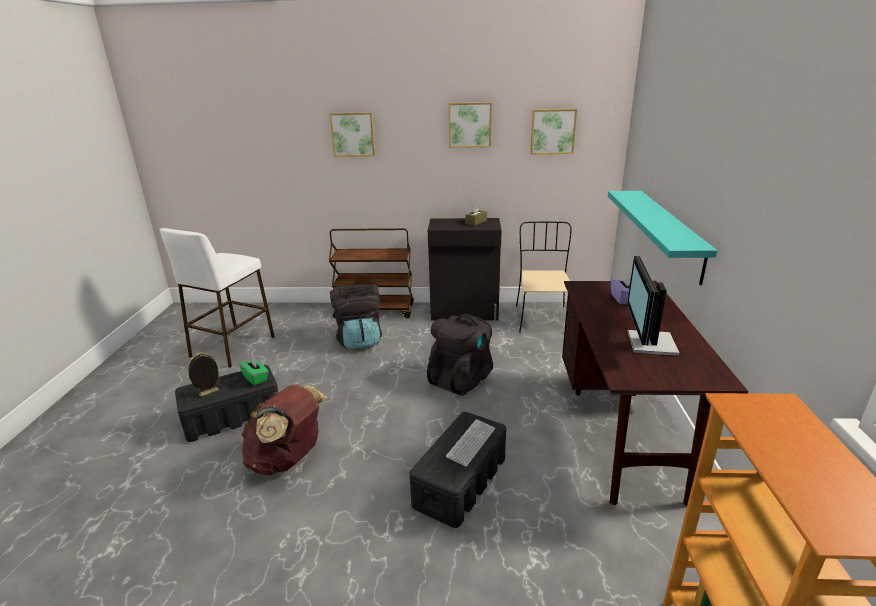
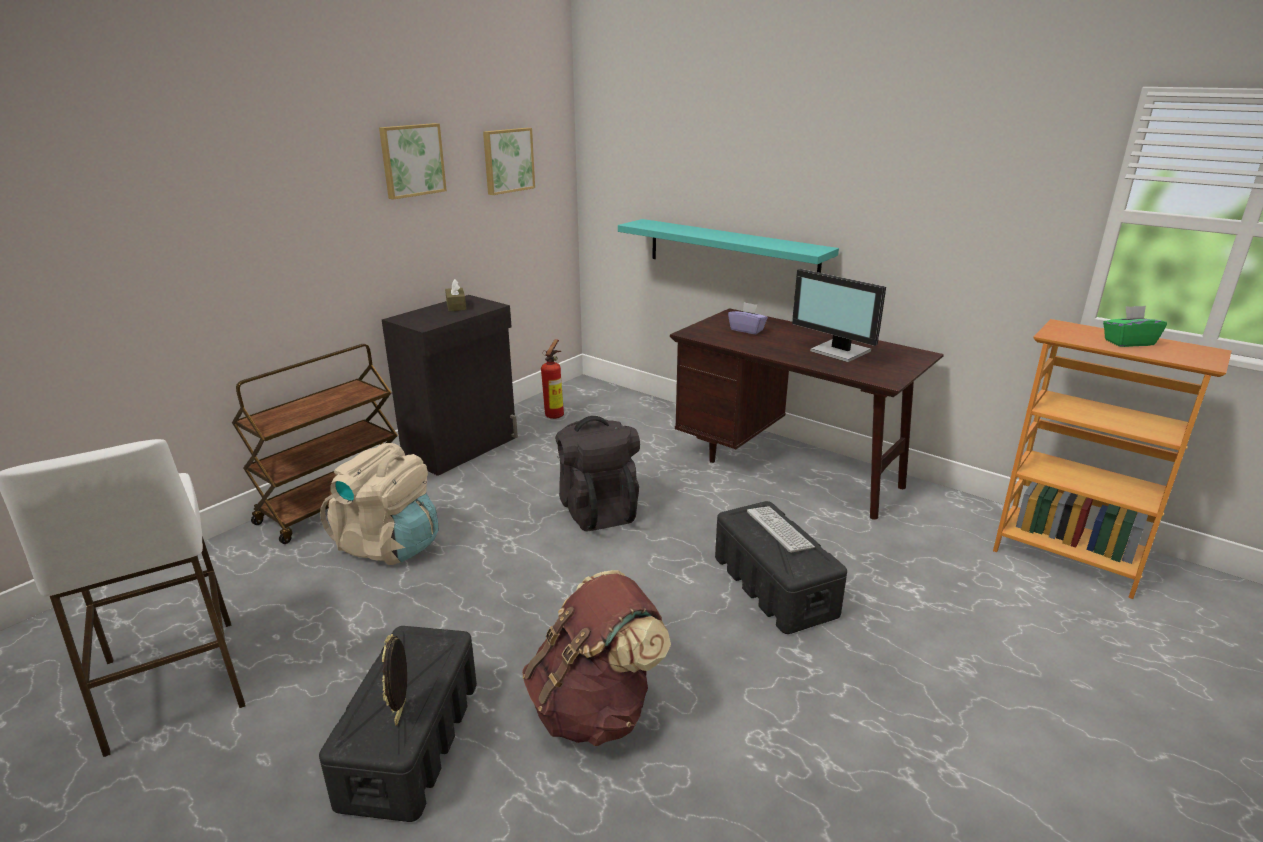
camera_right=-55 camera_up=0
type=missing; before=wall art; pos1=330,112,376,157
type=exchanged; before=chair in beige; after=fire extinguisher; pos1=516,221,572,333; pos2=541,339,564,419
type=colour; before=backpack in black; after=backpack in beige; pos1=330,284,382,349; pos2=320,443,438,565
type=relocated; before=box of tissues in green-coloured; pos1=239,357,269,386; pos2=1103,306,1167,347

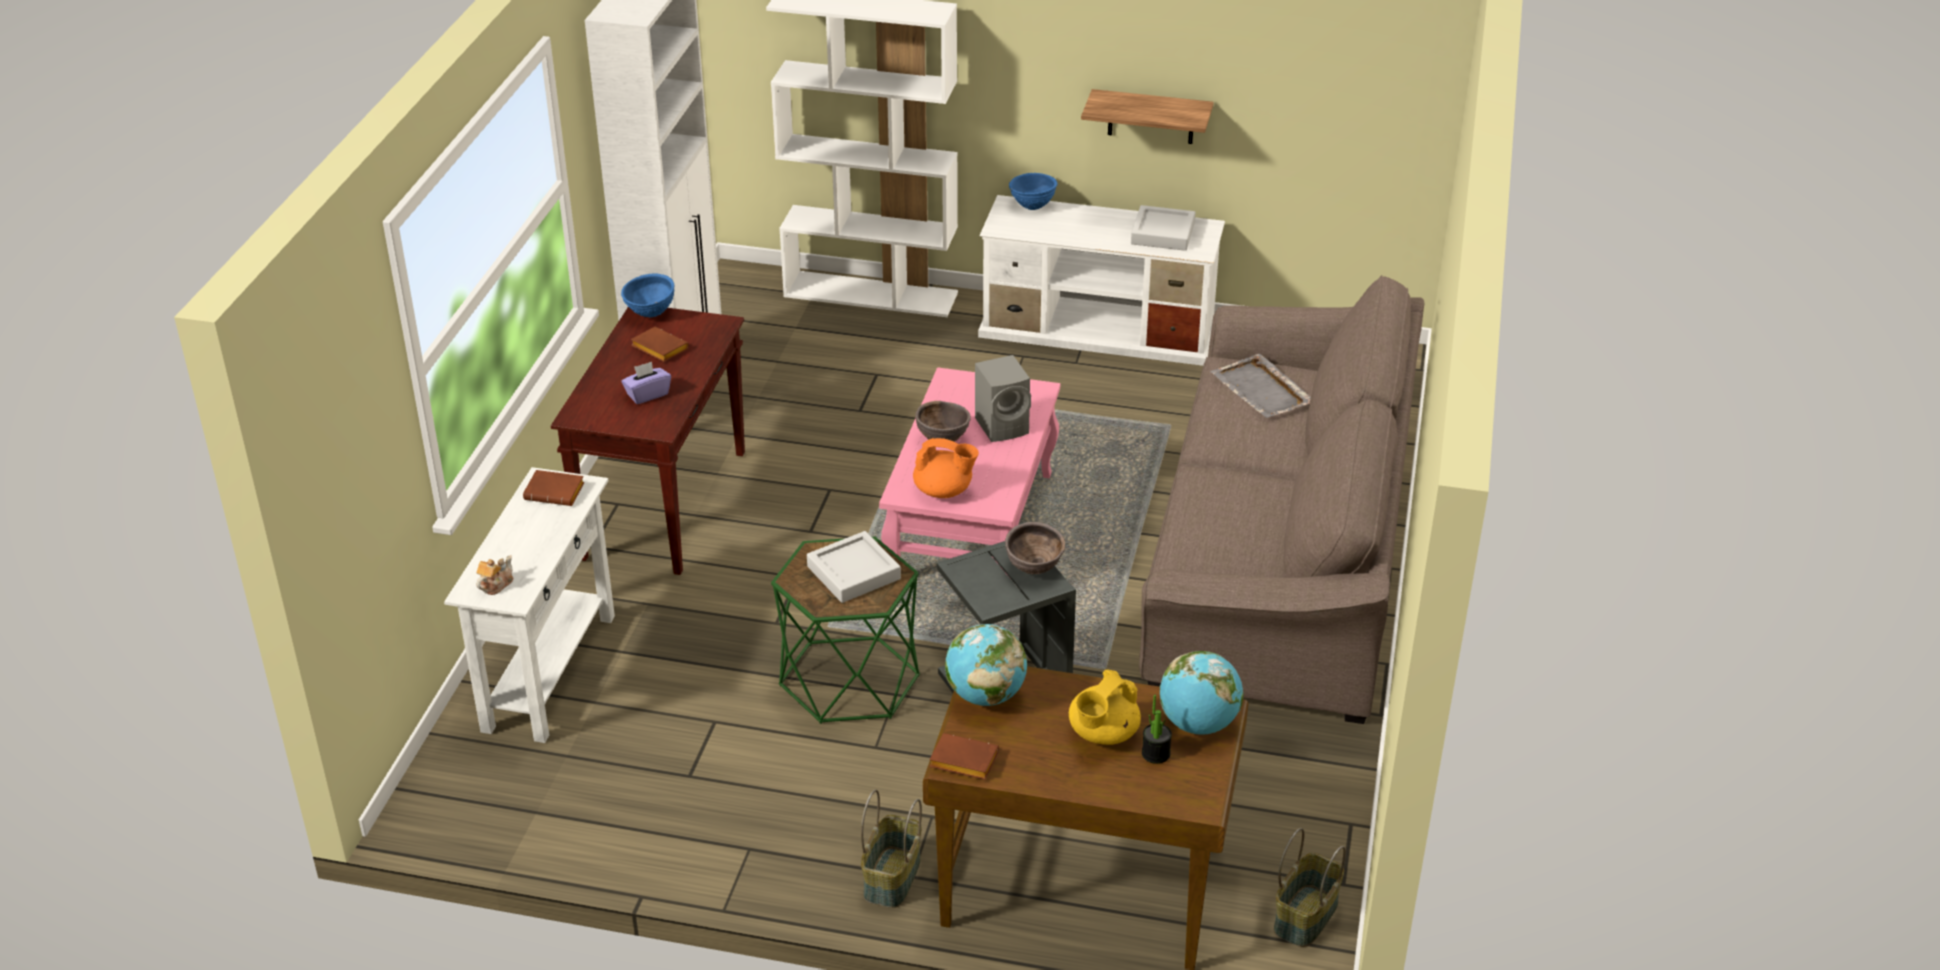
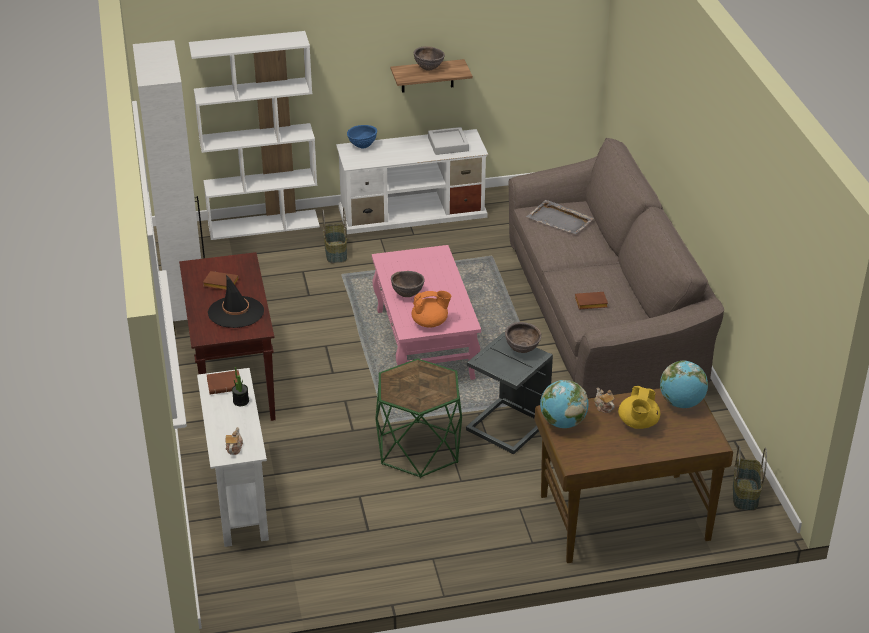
camera_right=-25 camera_up=0
type=missing; before=deep dish in bluish; pos1=621,274,675,318
type=missing; before=speaker in grey; pos1=975,355,1031,442
type=exchanged; before=box of tissues in purple; after=clothing hat in black; pos1=621,362,671,404; pos2=208,274,264,328
type=missing; before=tray in grey; pos1=807,531,901,603
type=relocated; before=potted plant; pos1=1142,695,1172,764; pos2=232,367,249,406
type=relocated; before=bound book in brown-coloured; pos1=930,733,999,780; pos2=575,292,608,309
type=relocated; before=household basket; pos1=861,789,922,908; pos2=322,207,347,263
type=appeared; after=deep dish in brown-coloured; pos2=414,46,445,71
type=appeared; after=teapot; pos2=595,388,615,413

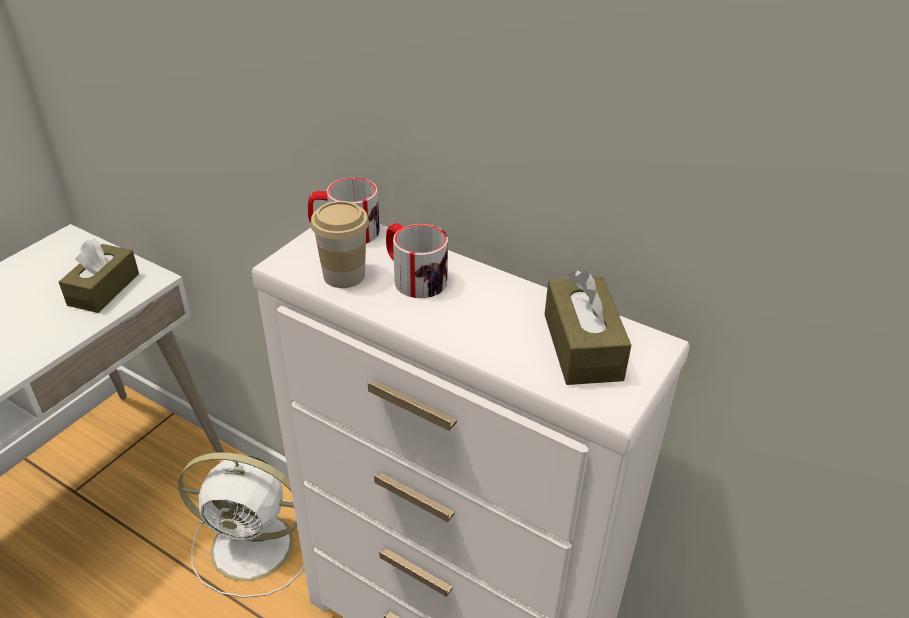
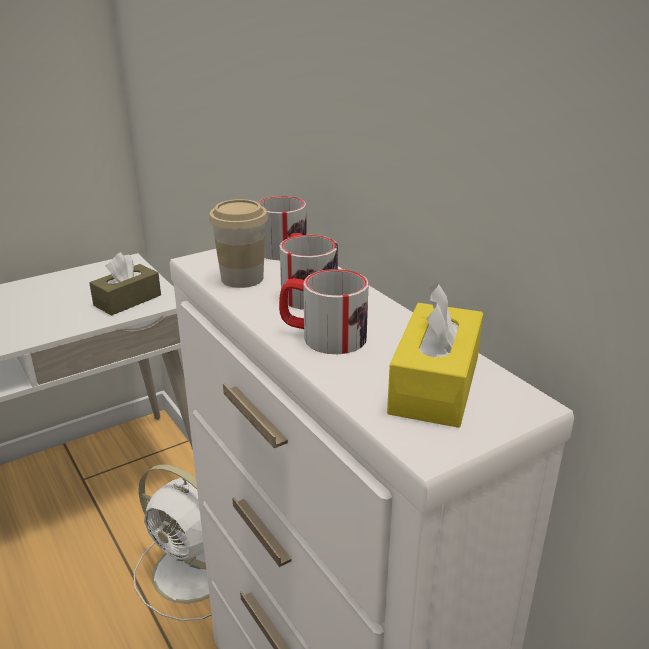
camera_right=25 camera_up=-10
type=colour; before=box of tissues in brown-coloured; after=box of tissues in yellowish; pos1=545,270,631,385; pos2=387,283,483,428
type=appeared; after=mug; pos2=279,269,369,354

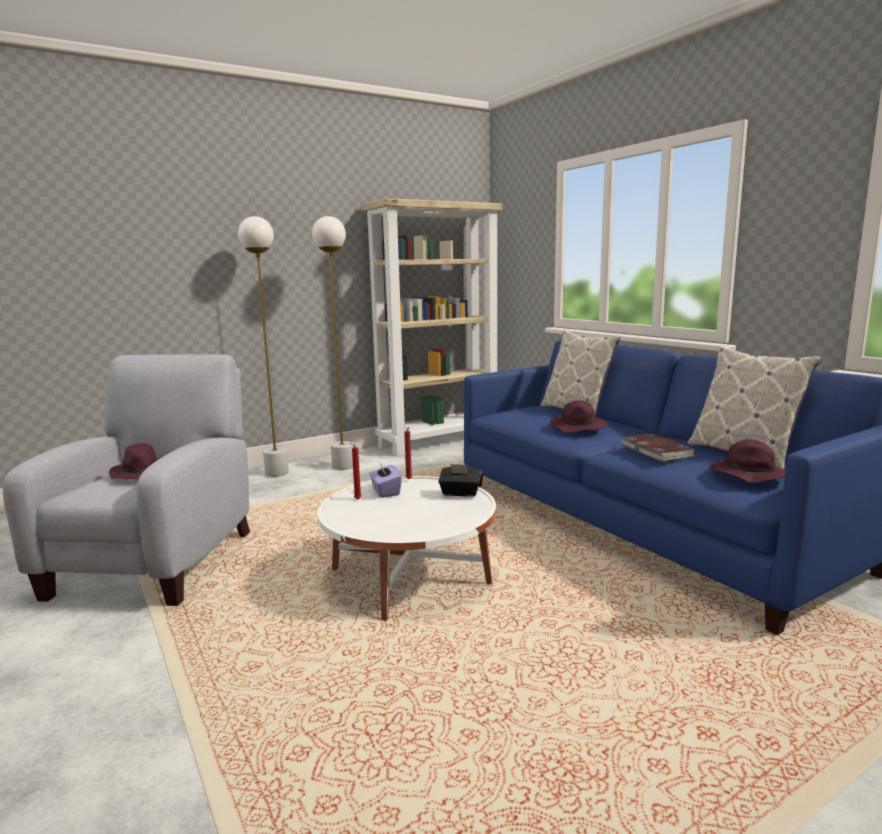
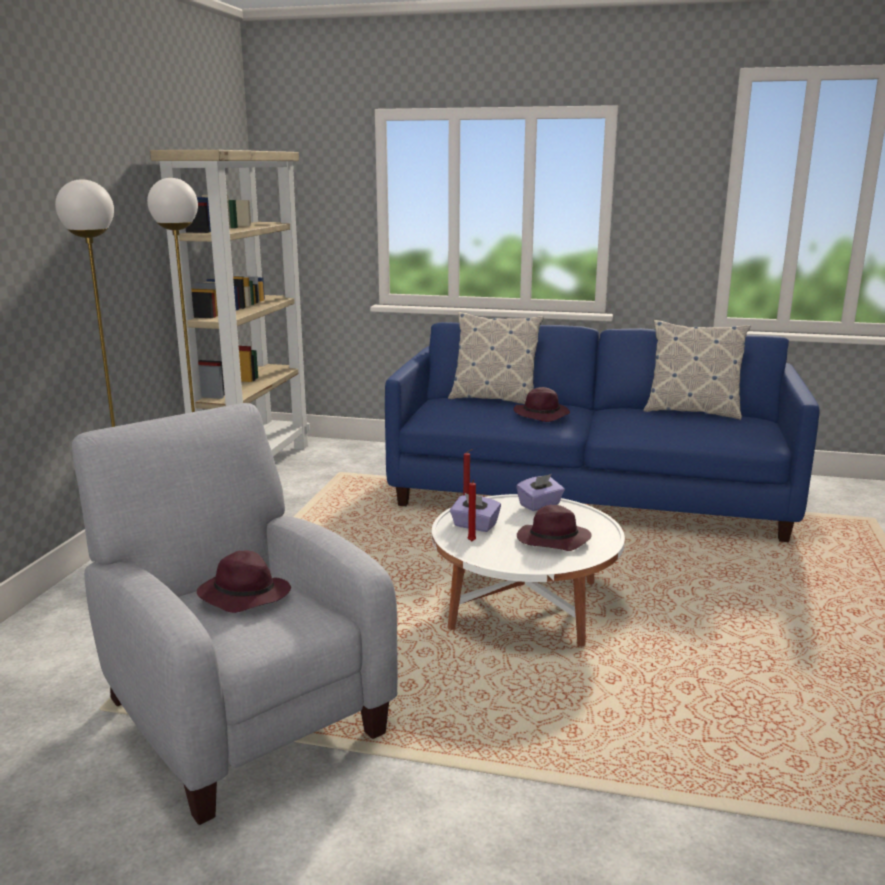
camera_right=-45 camera_up=5
type=missing; before=bound book; pos1=621,433,696,462
type=relocated; before=clothing hat in purple; pos1=709,439,786,483; pos2=517,505,592,551
type=colour; before=box of tissues in black; after=box of tissues in purple; pos1=438,464,482,497; pos2=516,474,565,511

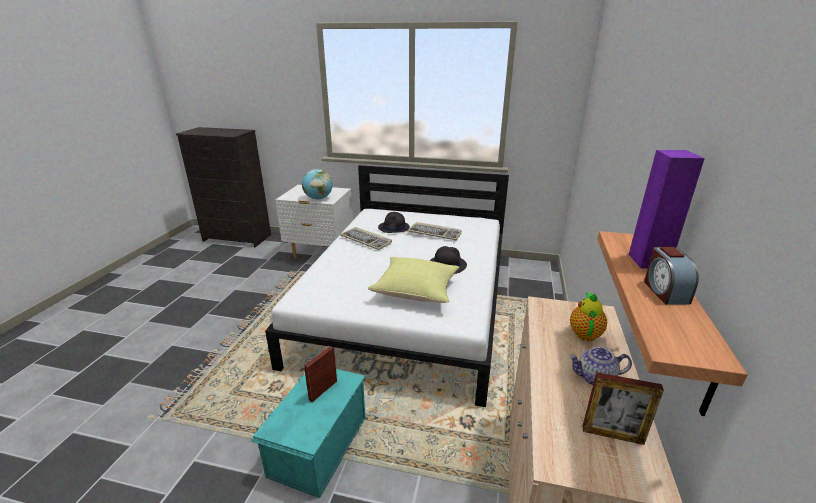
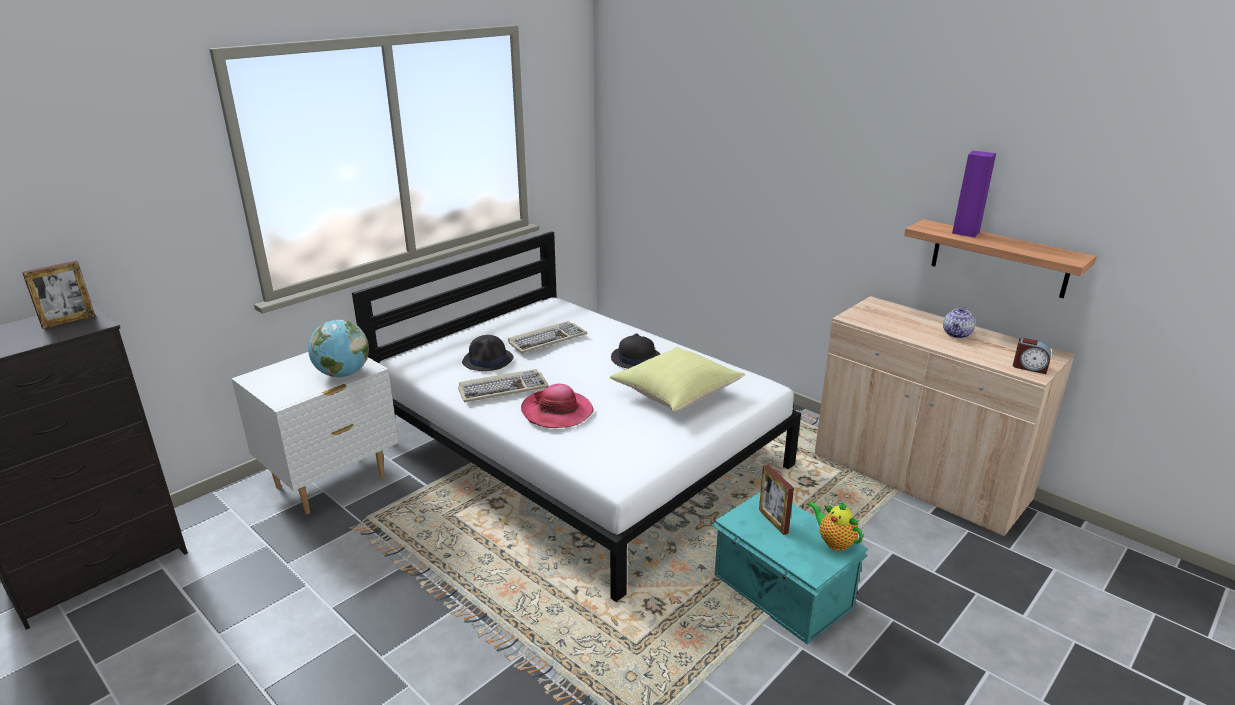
camera_right=-60 camera_up=0
type=relocated; before=bedside clock; pos1=644,247,699,304; pos2=1013,338,1051,374
type=relocated; before=teapot; pos1=570,292,607,341; pos2=807,501,863,551
type=relocated; before=photo frame; pos1=583,372,664,445; pos2=22,261,95,329
type=appeared; after=clothing hat; pos2=521,384,594,428

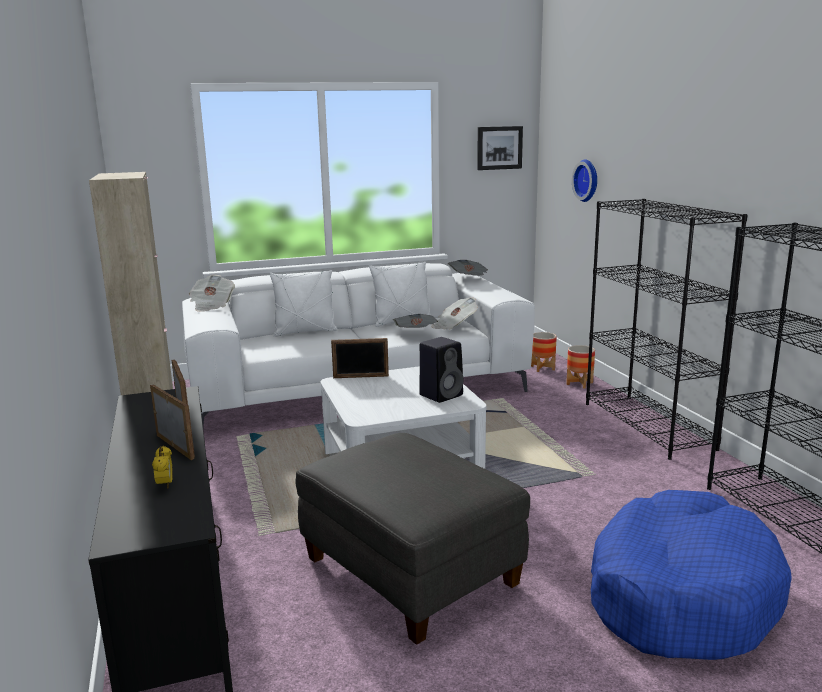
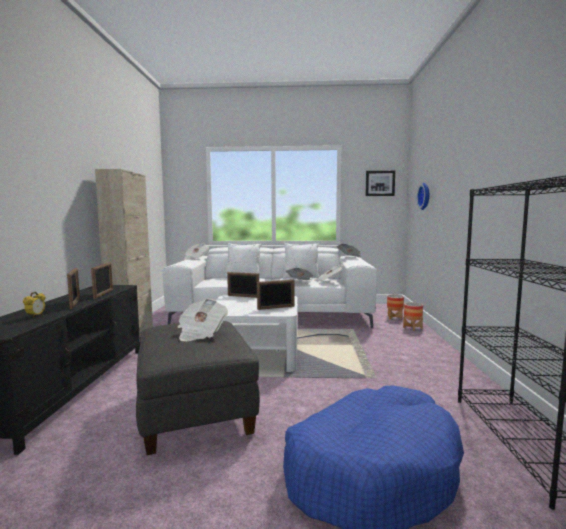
camera_right=20 camera_up=-10
type=missing; before=bookcase in black; pos1=586,199,747,460
type=exchanged; before=speaker in black; after=photo frame; pos1=419,337,464,403; pos2=257,280,294,310
type=appeared; after=printed paper; pos2=178,299,228,341

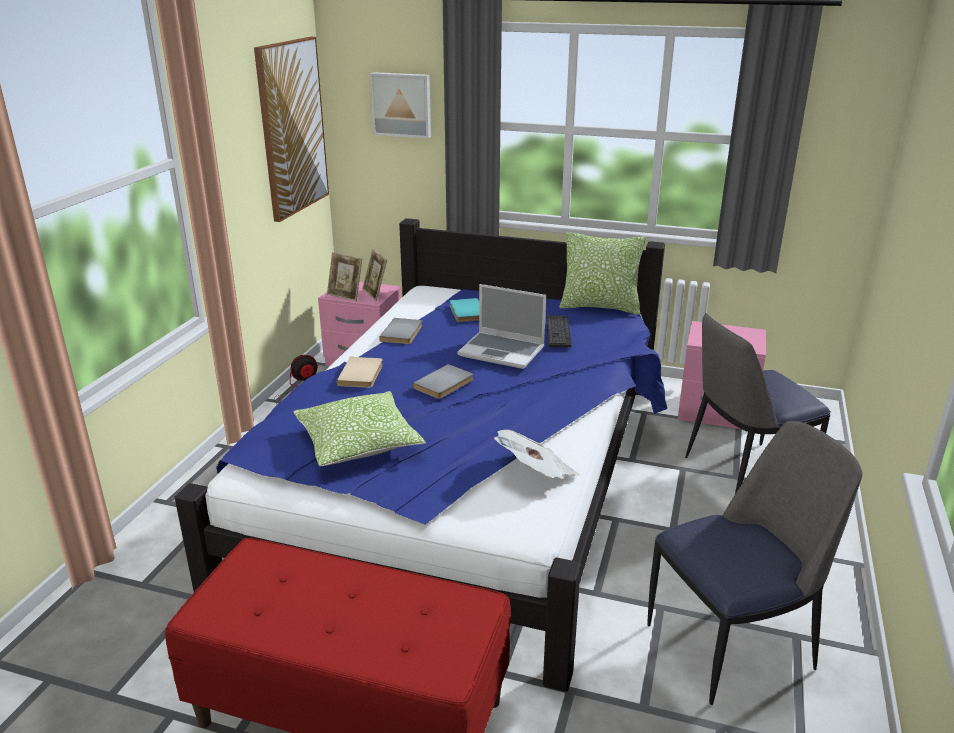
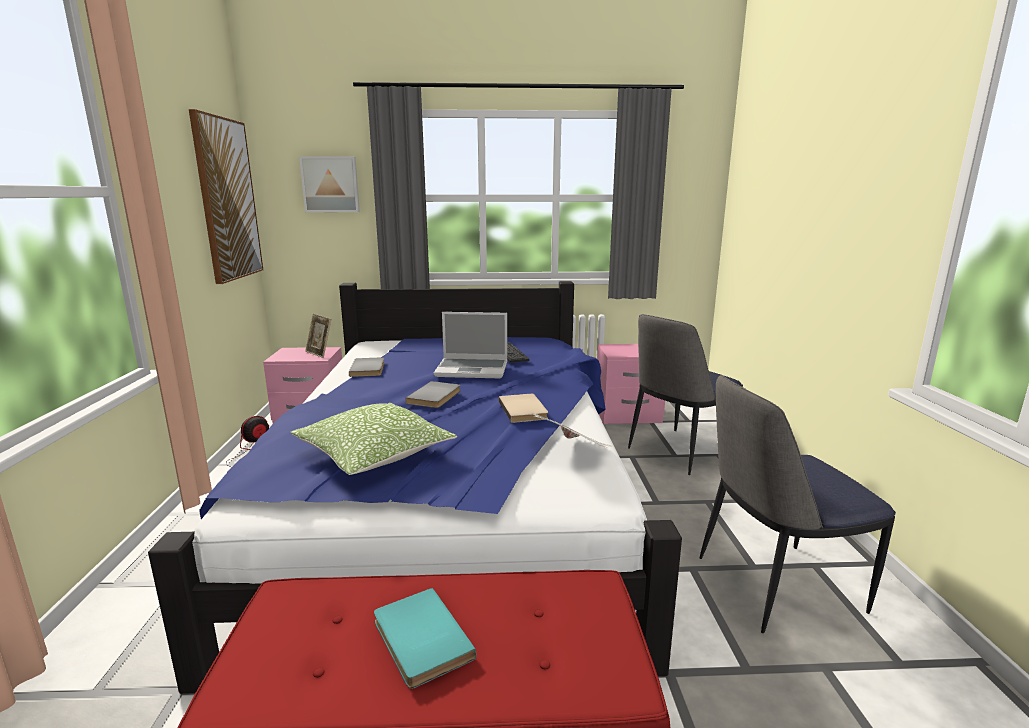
camera_right=-20 camera_up=-10
type=missing; before=pillow; pos1=559,232,646,315
type=missing; before=photo frame; pos1=327,252,362,301
type=relocated; before=bound book in turquoise; pos1=450,298,479,322; pos2=374,588,476,689
type=relocated; before=bound book in beige; pos1=337,357,383,388; pos2=499,393,548,423
type=spun; before=chair; pos1=648,421,863,705; pos2=700,374,896,633; turn=-150

